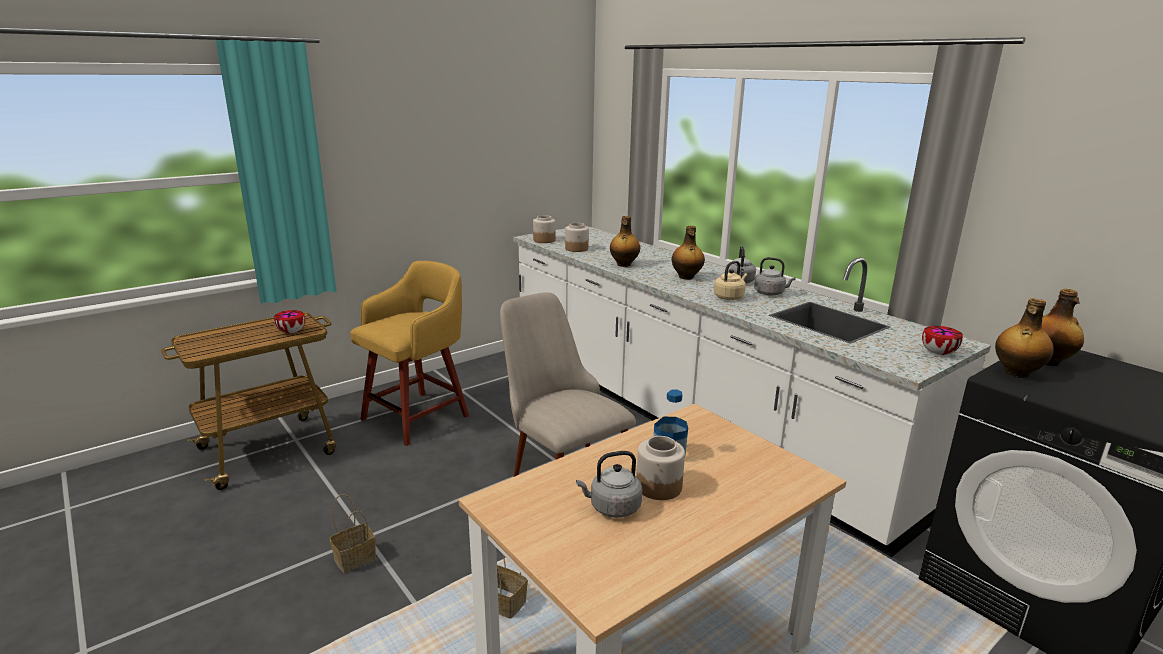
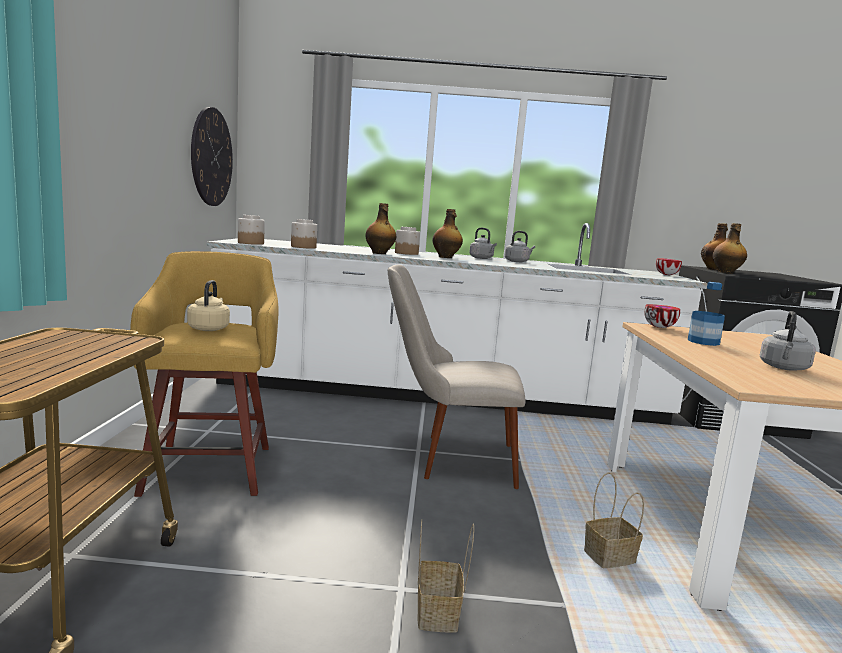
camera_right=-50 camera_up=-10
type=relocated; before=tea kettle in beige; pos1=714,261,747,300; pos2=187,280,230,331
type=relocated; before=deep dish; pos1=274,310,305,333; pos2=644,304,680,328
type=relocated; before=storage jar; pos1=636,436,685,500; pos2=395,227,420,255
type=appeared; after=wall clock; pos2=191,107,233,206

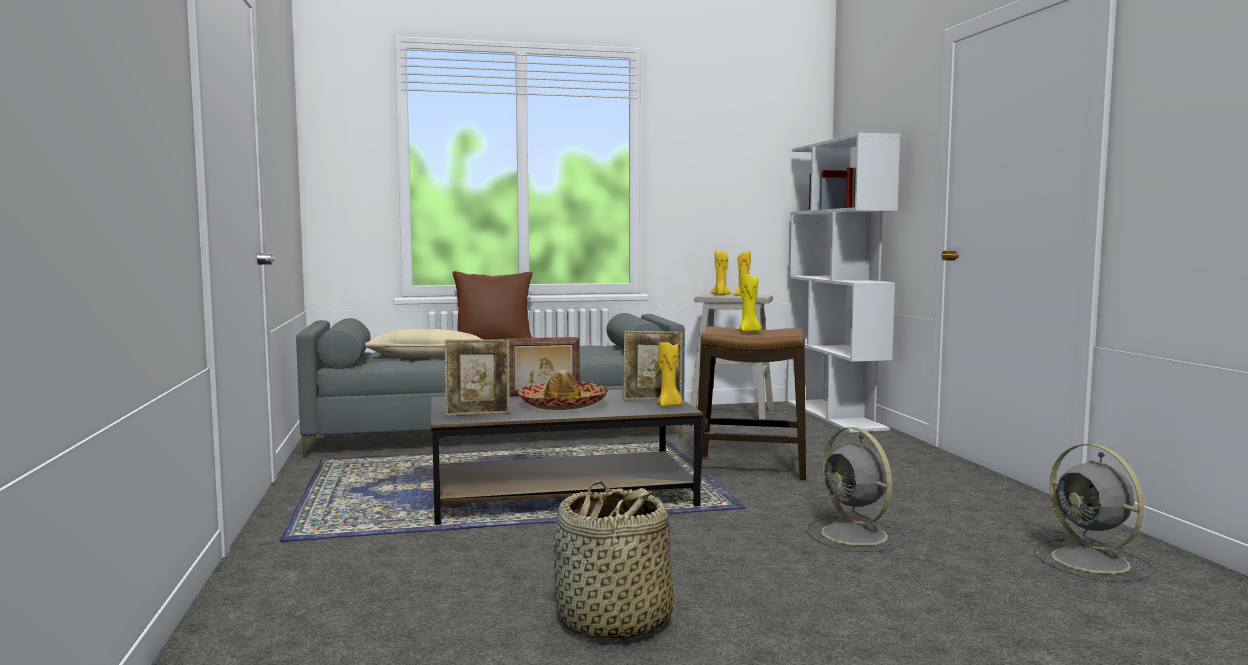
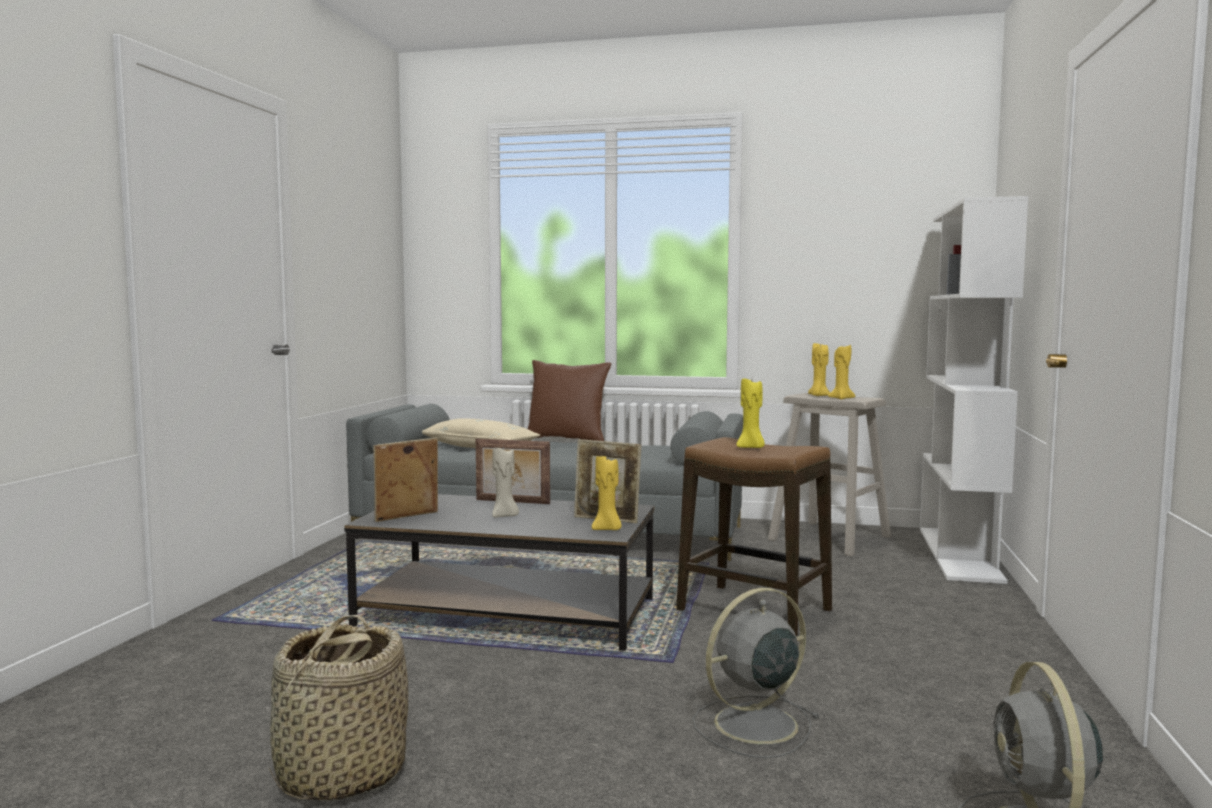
camera_right=25 camera_up=0
type=spun; before=photo frame; pos1=445,339,510,416; pos2=373,438,438,522; turn=135
type=exchanged; before=clothing hat; after=candle in beige; pos1=518,370,608,410; pos2=492,446,519,517
type=spun; before=fan in grey; pos1=806,427,908,552; pos2=692,588,820,758; turn=60

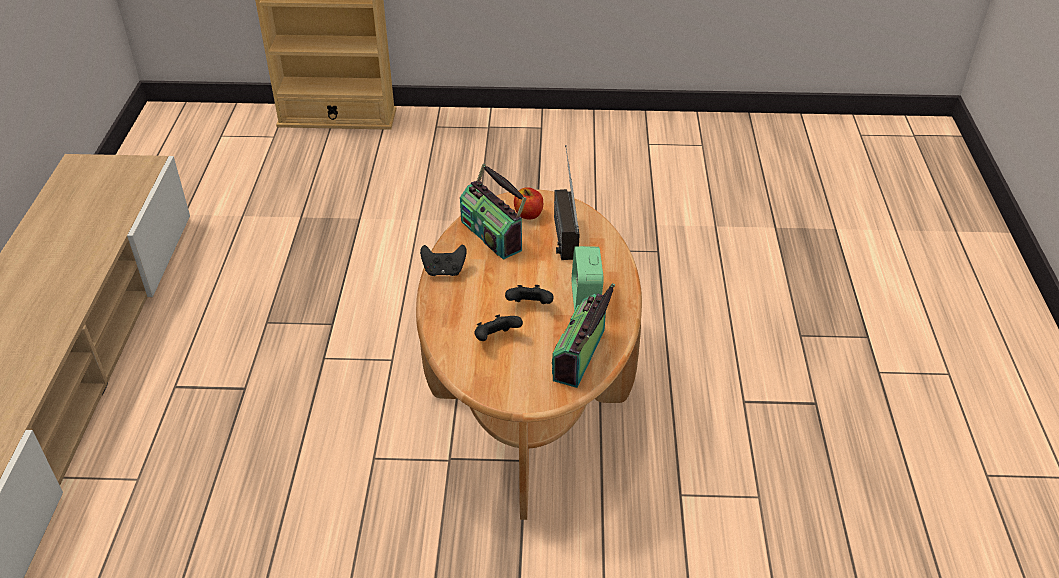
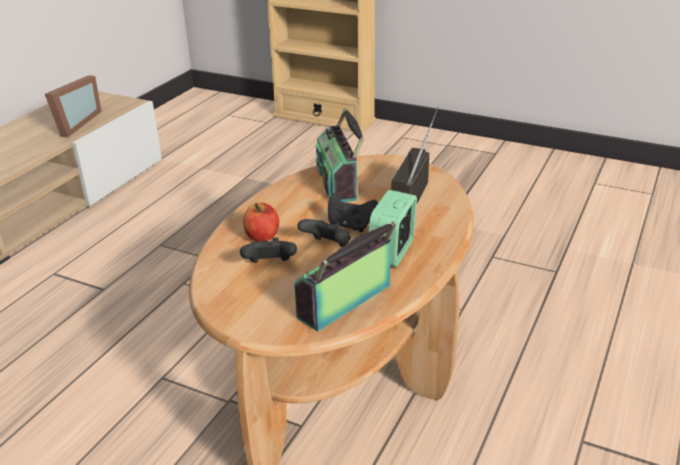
camera_right=25 camera_up=-10
type=relocated; before=whole apple; pos1=514,187,543,220; pos2=243,203,279,242
type=relocated; before=joypad in black; pos1=420,245,467,276; pos2=328,192,378,232
type=appeared; after=photo frame; pos2=45,75,102,137

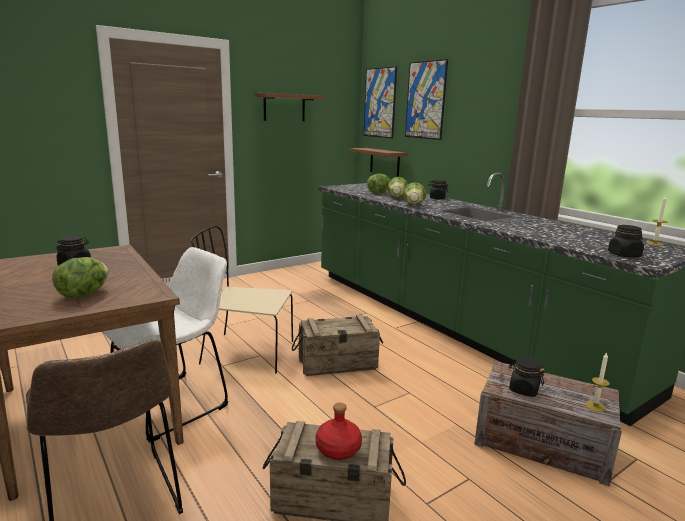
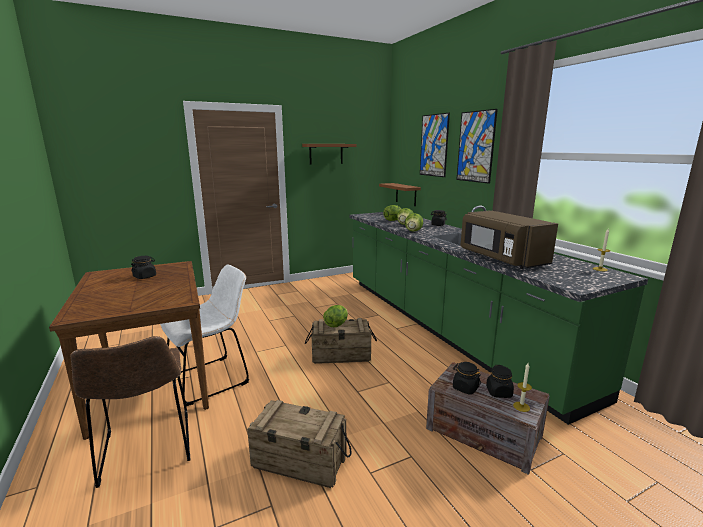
camera_right=10 camera_up=0
type=relocated; before=wall art; pos1=363,66,397,138; pos2=456,109,498,184
type=relocated; before=storage jar in black; pos1=608,225,644,257; pos2=486,365,514,398
type=missing; before=chair in beige; pos1=191,226,293,373
type=relocated; before=head of lettuce; pos1=52,257,109,298; pos2=323,305,348,327
type=missing; before=drink bottle in red-coloured; pos1=316,403,362,460
type=appeared; after=microwave in brown-coloured; pos2=460,210,558,269

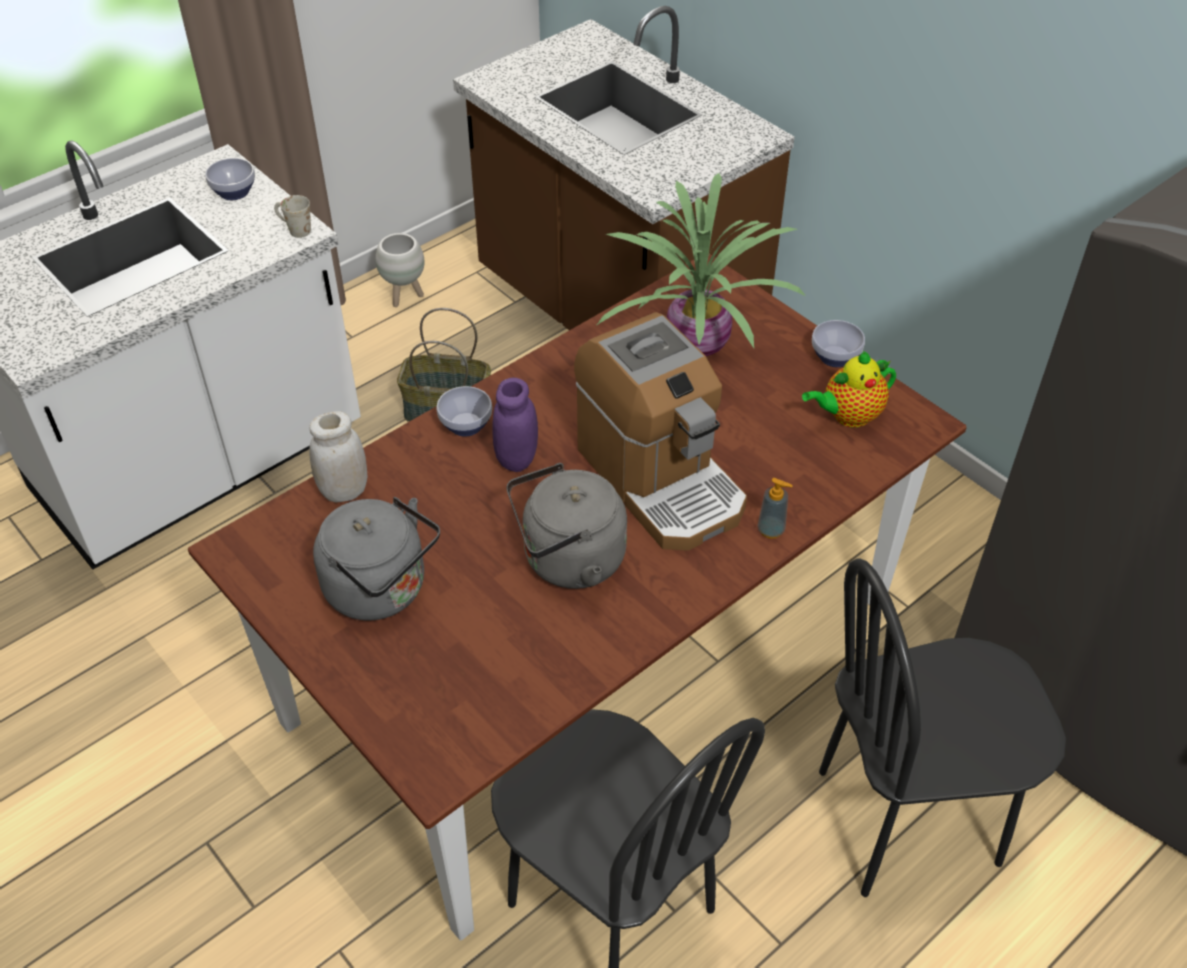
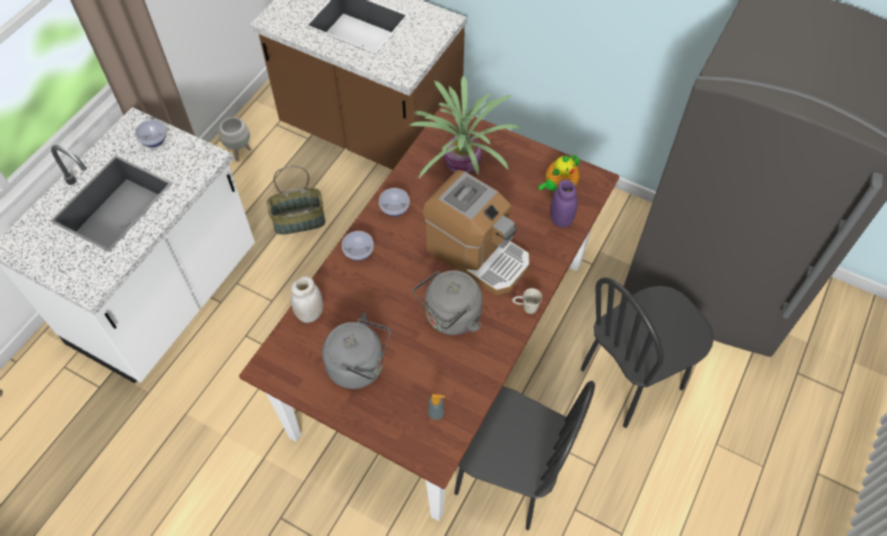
camera_right=-20 camera_up=10
type=relocated; before=mug in whitish; pos1=274,195,311,238; pos2=512,288,542,314
type=relocated; before=deep dish; pos1=812,320,865,367; pos2=379,188,410,217
type=relocated; before=storage jar in purple; pos1=493,378,538,472; pos2=550,180,578,227
type=relocated; before=liquid soap bottle; pos1=757,478,793,539; pos2=428,394,445,420

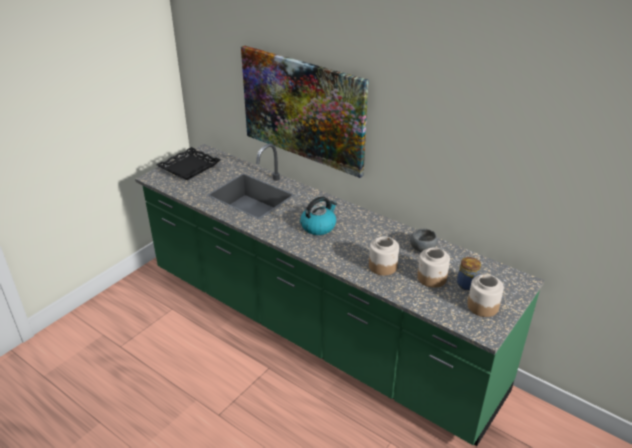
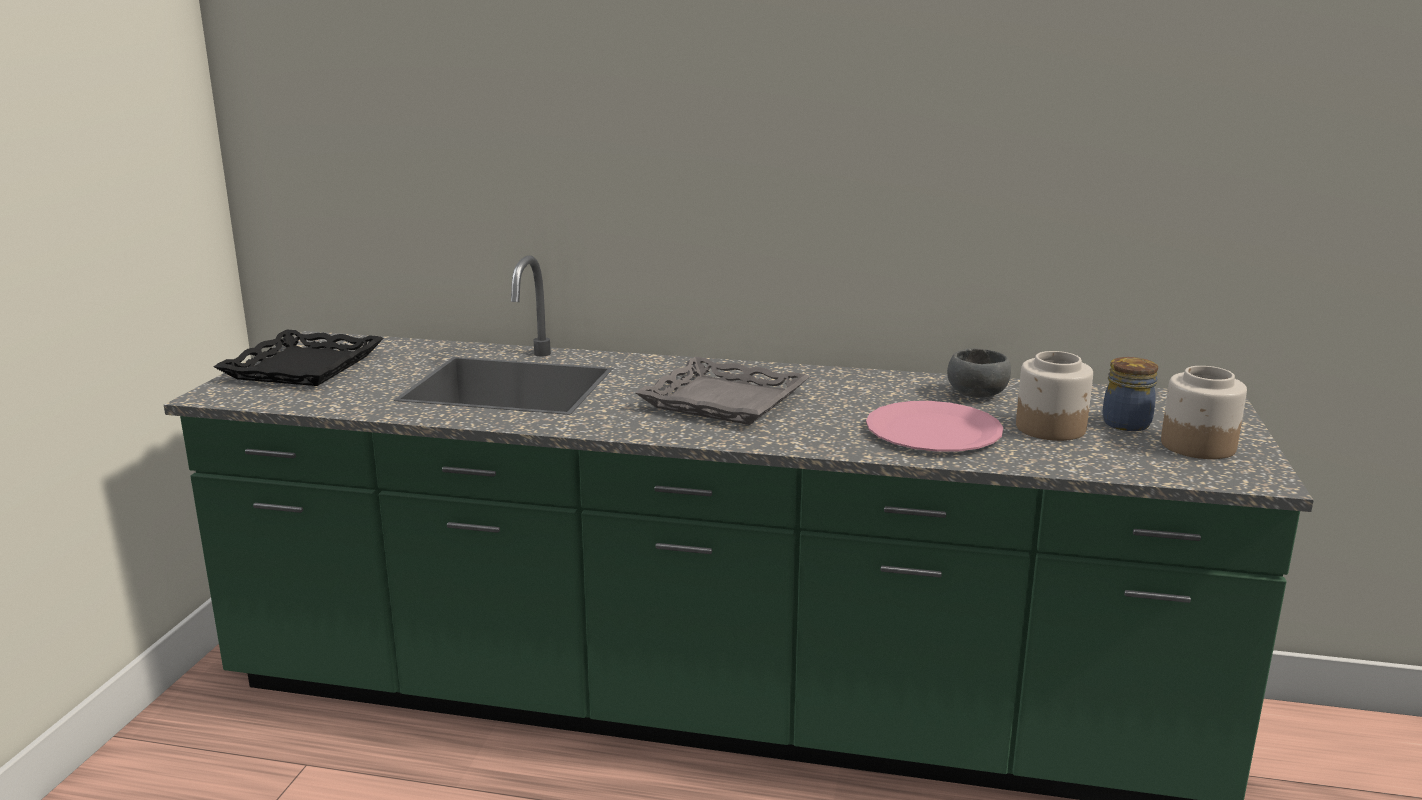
camera_right=-25 camera_up=-15
type=missing; before=wall art; pos1=241,46,369,178
type=exchanged; before=tea kettle; after=tray in grey; pos1=300,196,337,235; pos2=635,357,810,425
type=exchanged; before=storage jar; after=dinner plate in pink; pos1=369,236,399,276; pos2=866,401,1003,452

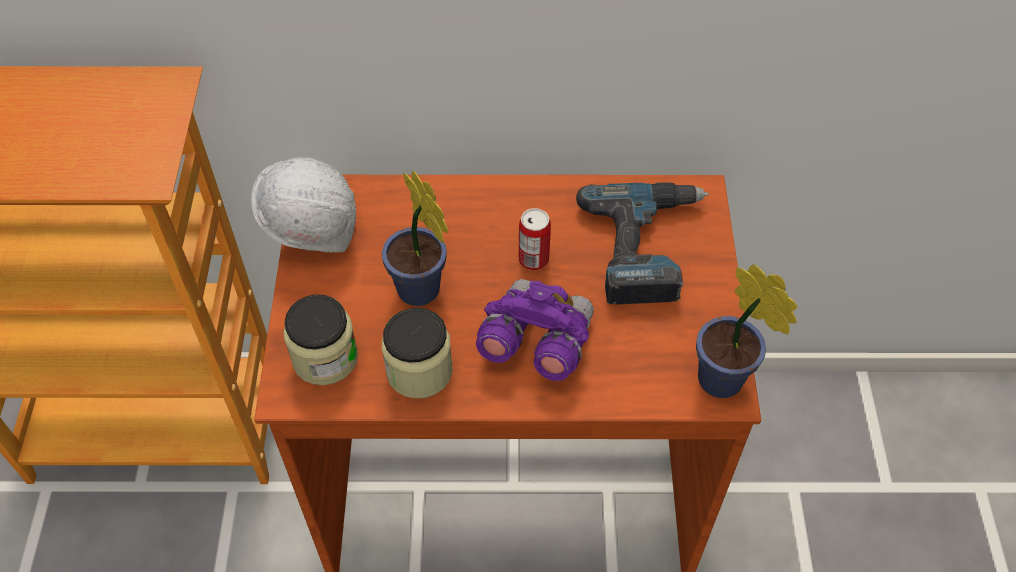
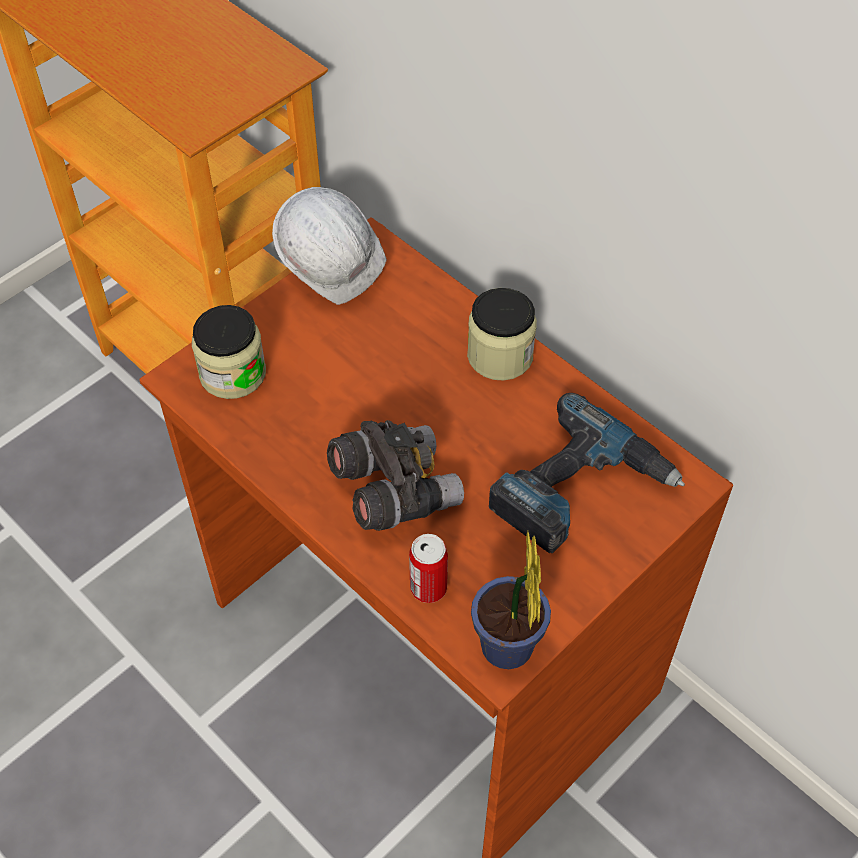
camera_right=45 camera_up=0
type=missing; before=potted plant; pos1=382,171,449,306
type=relocated; before=sealed can; pos1=519,208,551,270; pos2=409,534,448,603
type=colour; before=field glasses in purple; after=field glasses in grey; pos1=476,279,594,381; pos2=327,420,464,531
type=relocated; before=storage jar; pos1=382,308,452,399; pos2=467,288,537,381

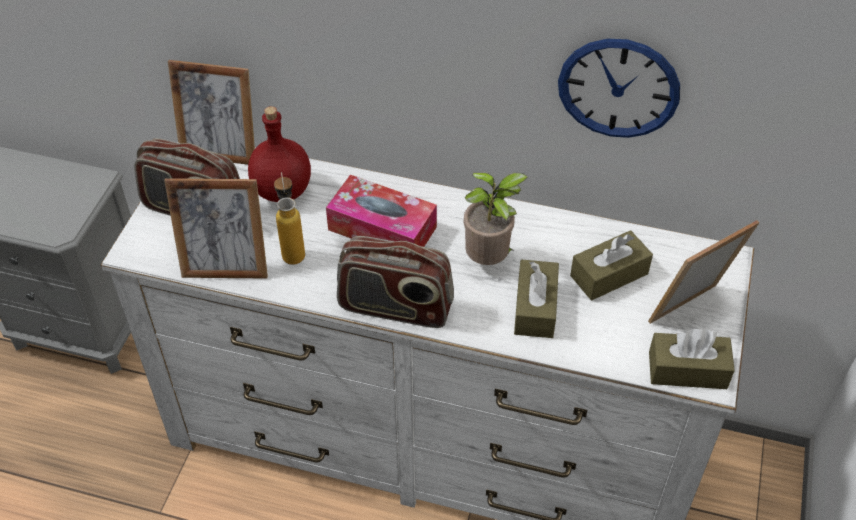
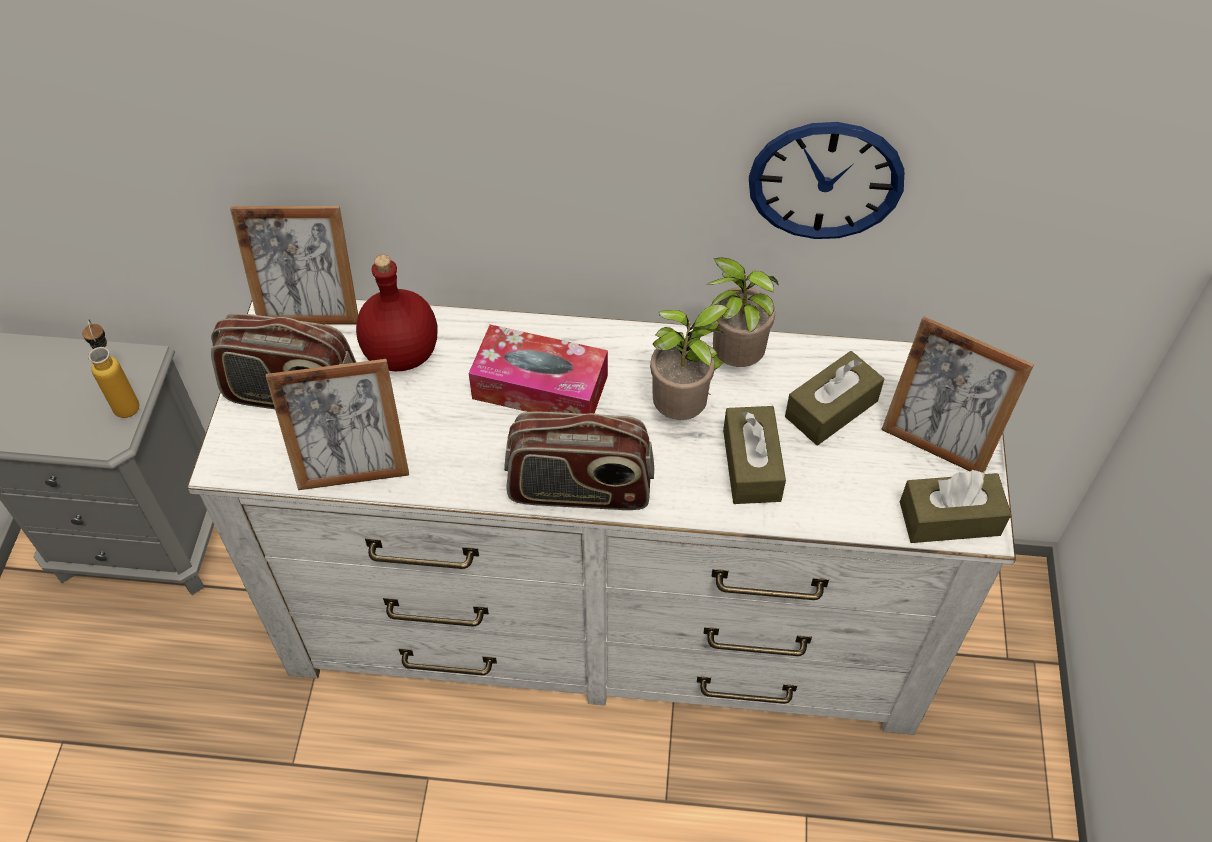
camera_right=-10 camera_up=5
type=relocated; before=drink bottle; pos1=274,172,305,265; pos2=82,319,139,418
type=spun; before=photo frame; pos1=648,220,759,324; pos2=881,316,1034,473; turn=-105
type=appeared; after=potted plant; pos2=705,258,779,370

